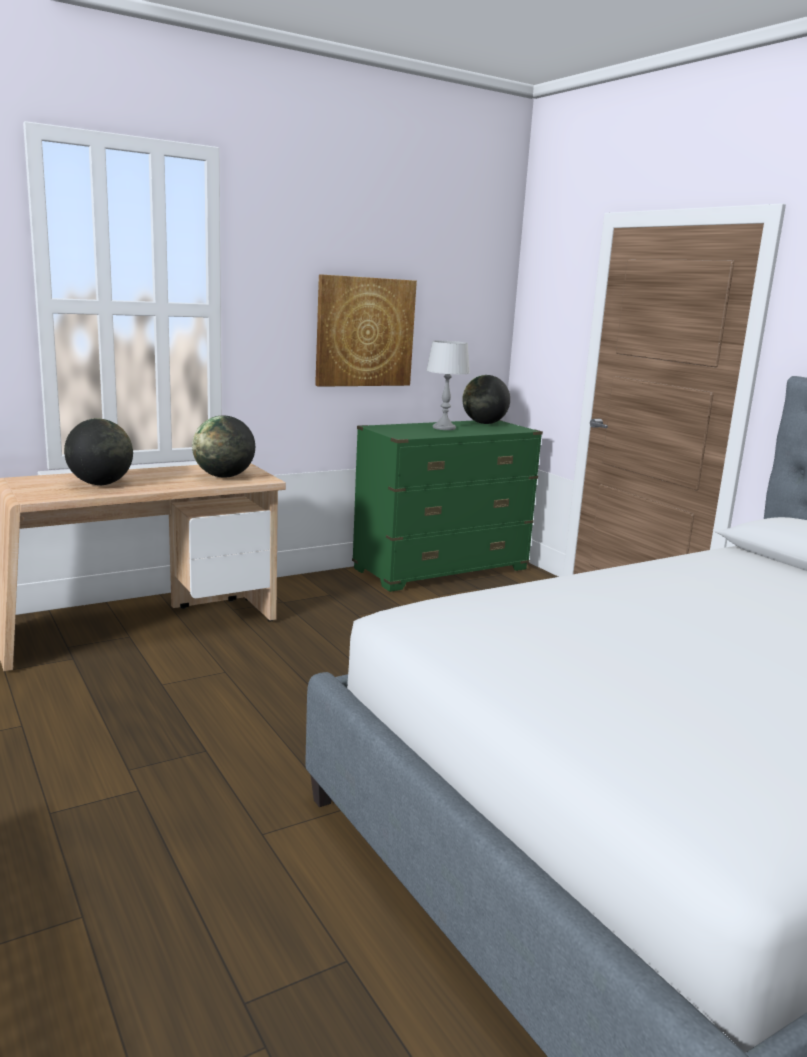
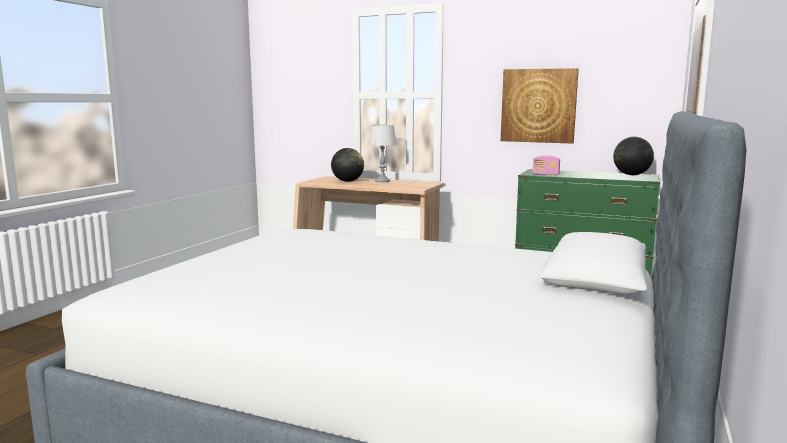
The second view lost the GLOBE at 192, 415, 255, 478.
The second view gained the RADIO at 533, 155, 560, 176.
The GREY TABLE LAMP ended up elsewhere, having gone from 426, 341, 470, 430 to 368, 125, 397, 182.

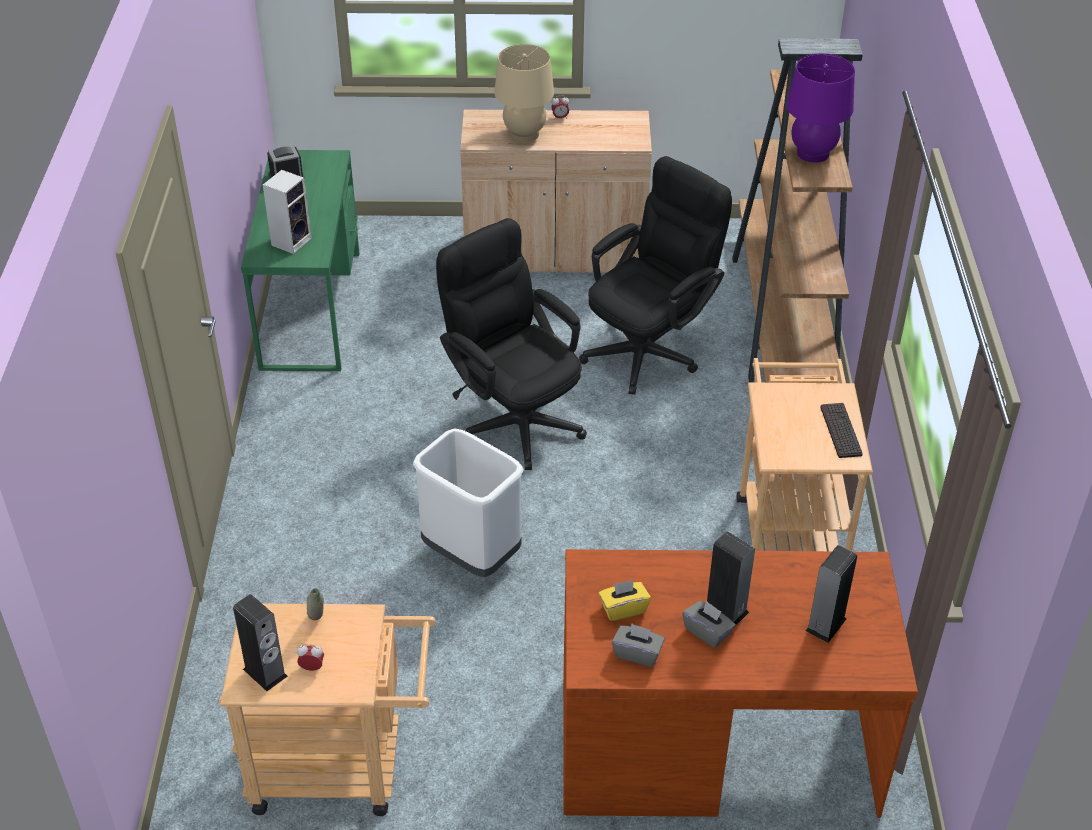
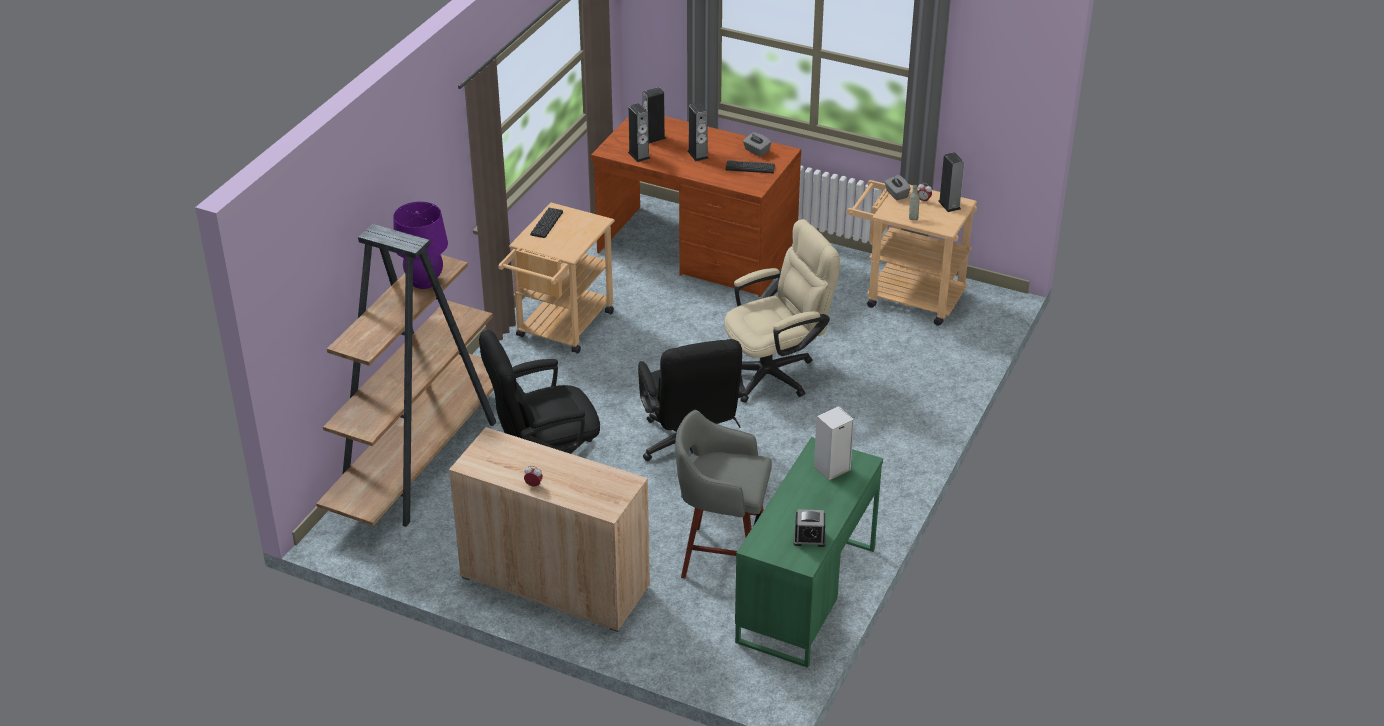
The second view lost the BEIGE TABLE LAMP at 494, 44, 554, 143.
The second view gained the SPEAKER at 628, 103, 650, 162.
The second view gained the GREY STOOL at 675, 410, 772, 578.
The GREY TISSUE BOX ended up elsewhere, having gone from 682, 601, 736, 648 to 884, 175, 911, 200.
Where the WHITE TRASH CAN stood at 413, 428, 524, 577, the BEIGE OFFICE CHAIR came to stand at 725, 219, 840, 403.
Where the YELLOW TISSUE BOX stood at 599, 580, 651, 621, the KEYBOARD came to stand at 726, 160, 775, 173.

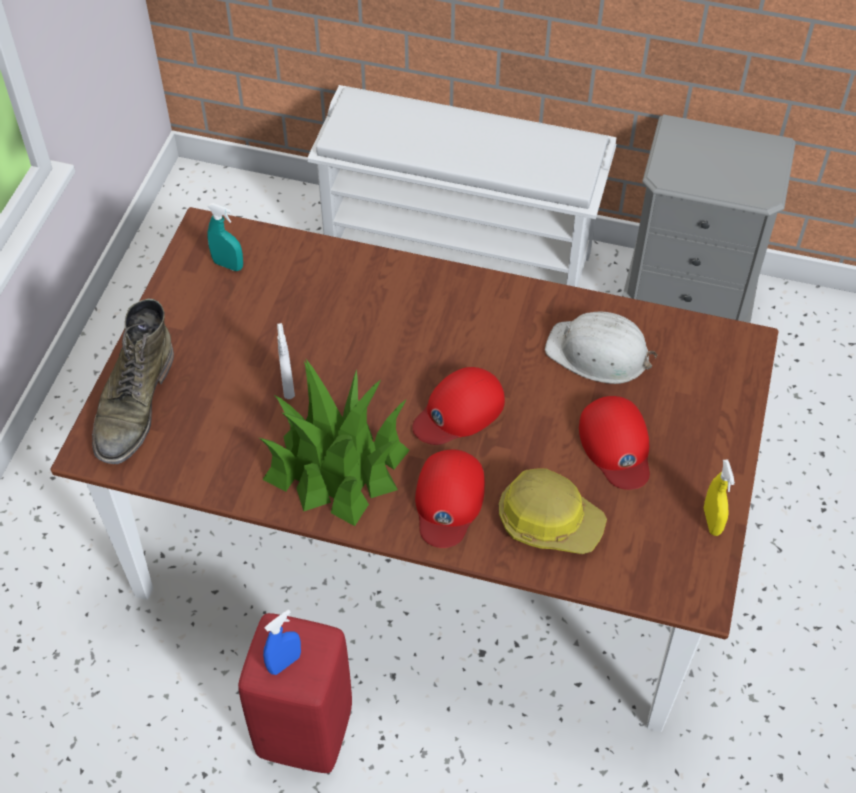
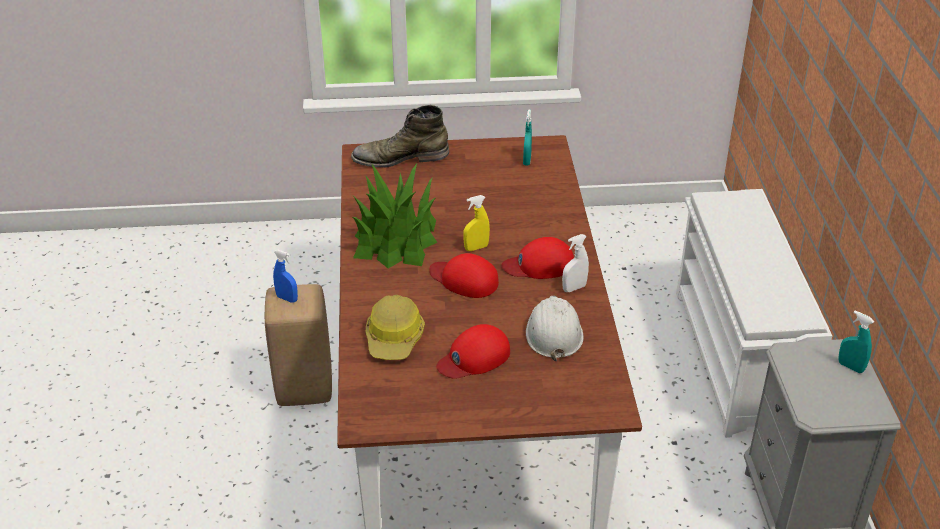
The second view gained the TURQUOISE SPRAY BOTTLE at 838, 311, 874, 373.
The WHITE SPRAY BOTTLE ended up elsewhere, having gone from 277, 323, 295, 399 to 562, 234, 589, 292.
The RED CAP ended up elsewhere, having gone from 415, 449, 485, 548 to 502, 237, 574, 279.
The YELLOW SPRAY BOTTLE ended up elsewhere, having gone from 704, 459, 735, 536 to 463, 195, 490, 251.
What was the RED STOOL at 238, 613, 352, 773 turned into the BEIGE STOOL at 265, 284, 332, 406.

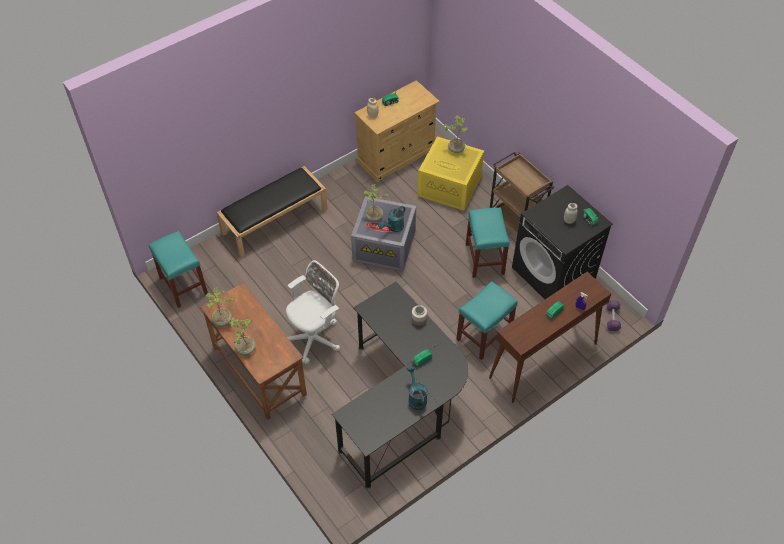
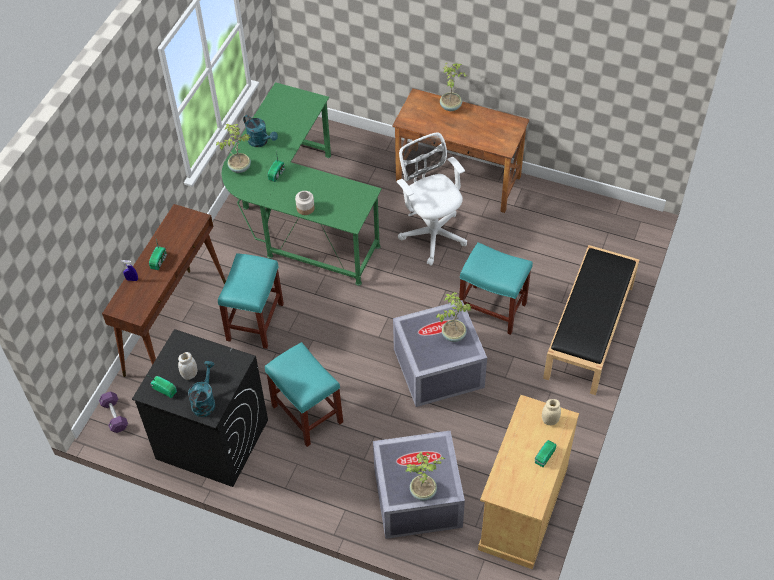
The second view lost the BROWN CART at 490, 152, 554, 237.
The TURQUOISE STOOL ended up elsewhere, having gone from 149, 231, 208, 308 to 459, 242, 533, 335.
The POTTED PLANT ended up elsewhere, having gone from 205, 287, 234, 327 to 216, 124, 251, 173.
The TURQUOISE WATERING CAN ended up elsewhere, having gone from 378, 206, 405, 232 to 188, 361, 215, 417.
What was the BLACK DESK at 332, 282, 468, 488 turned into the GREEN DESK at 222, 82, 382, 286.
What was the YELLOW STORAGE BOX at 418, 136, 484, 211 turned into the GREY STORAGE BOX at 373, 431, 465, 539.
The WHITE OFFICE CHAIR at 286, 260, 340, 364 ended up facing another way, 135 degrees clockwise from before.

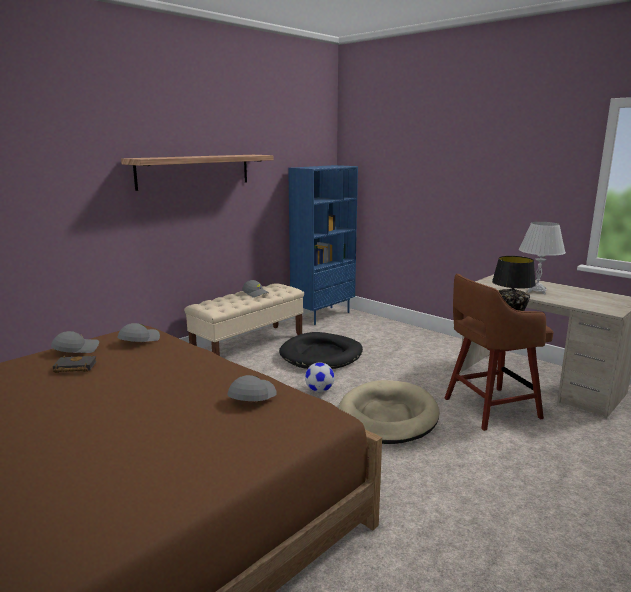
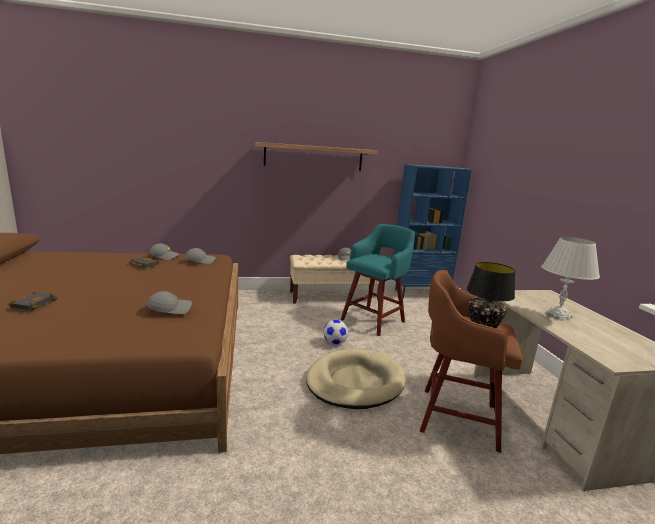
The second view gained the BLACK BOOK at 8, 292, 57, 311.
Where the BLACK DOG BED stood at 279, 332, 363, 369, the TURQUOISE STOOL came to stand at 341, 224, 415, 336.

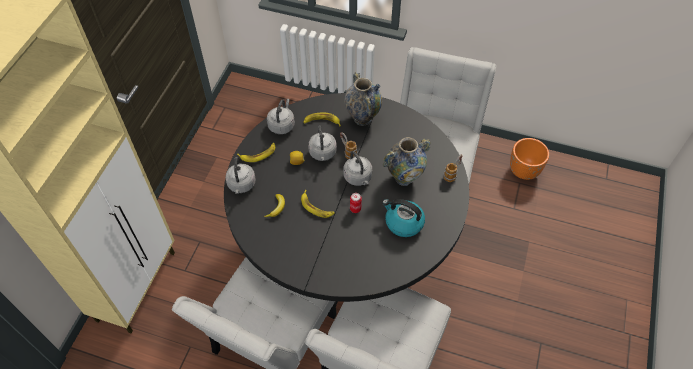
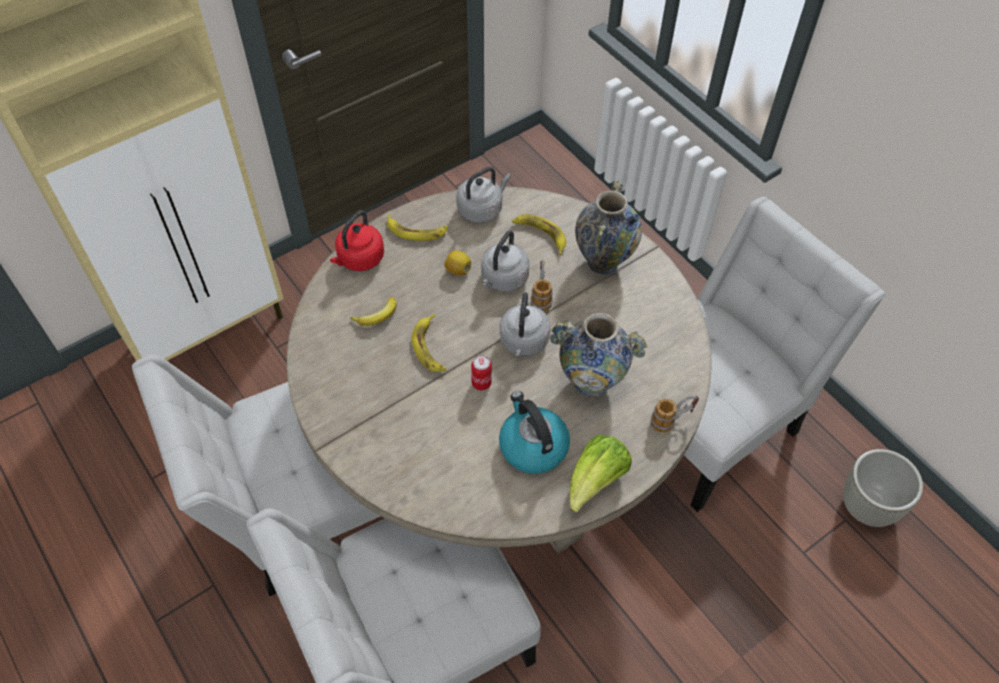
The second view gained the LETTUCE at 569, 435, 632, 512.
What was the BLACK DINING TABLE at 224, 93, 469, 316 turned into the BEIGE DINING TABLE at 287, 186, 712, 554.
What was the GREY KETTLE at 225, 157, 256, 194 turned into the RED KETTLE at 330, 210, 384, 271.
What was the ORANGE PLANTER at 510, 138, 549, 180 turned into the GREY PLANTER at 843, 449, 923, 527.

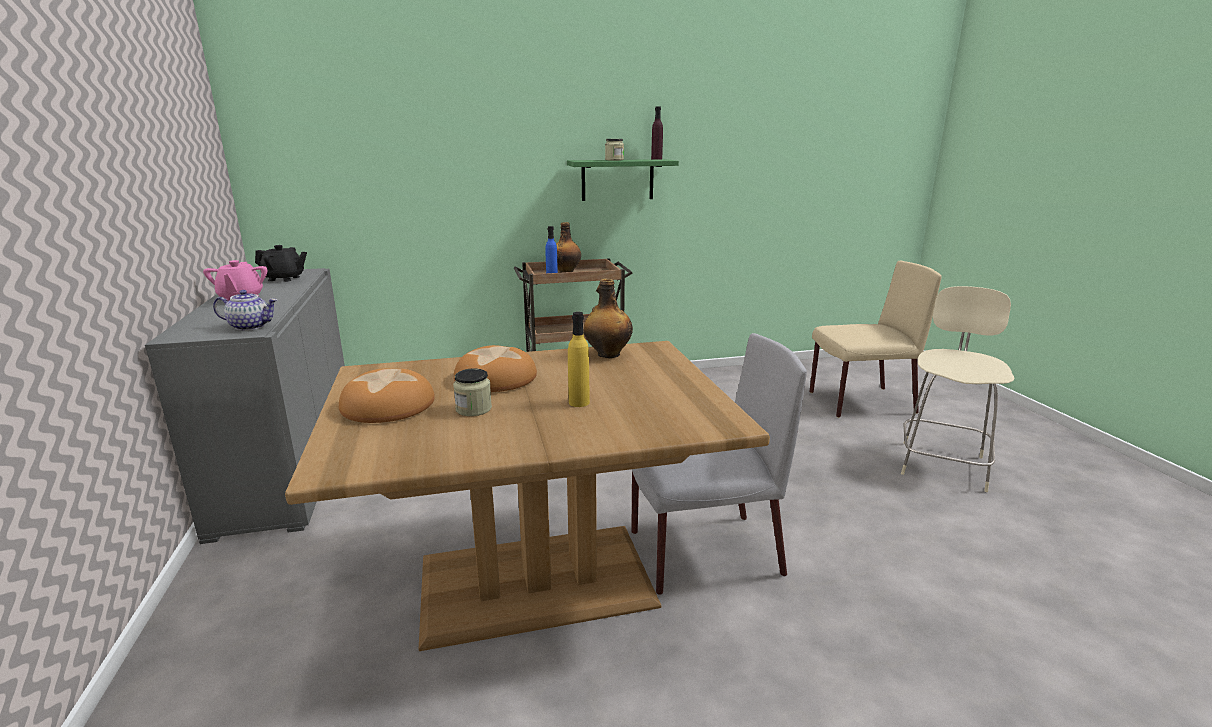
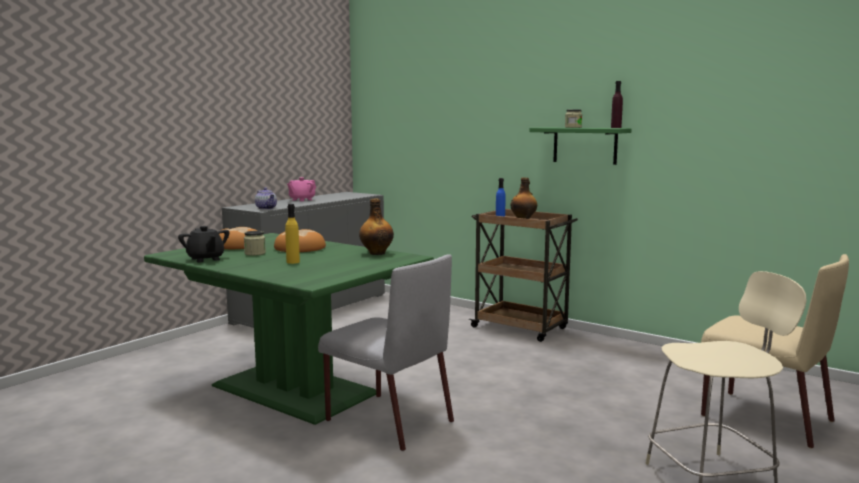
The BLACK TEAPOT ended up elsewhere, having gone from 255, 245, 307, 282 to 178, 226, 230, 262.
What was the BROWN DINING TABLE at 285, 341, 770, 651 turned into the GREEN DINING TABLE at 144, 233, 434, 425.

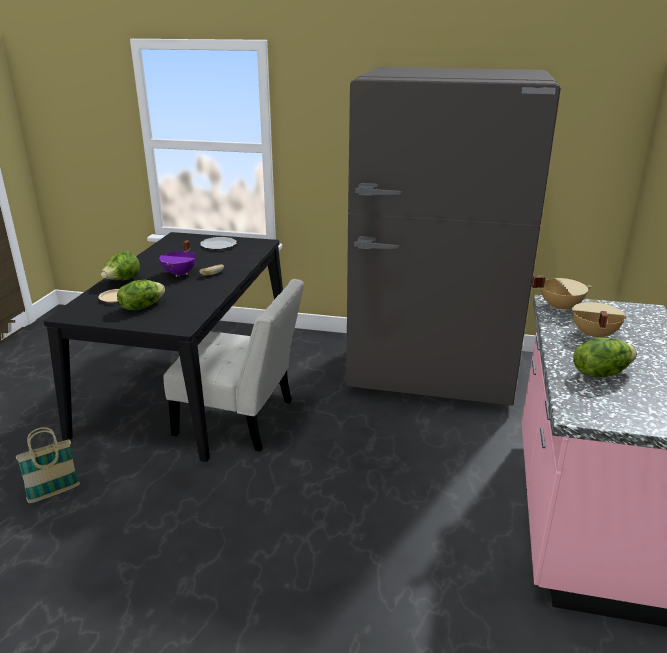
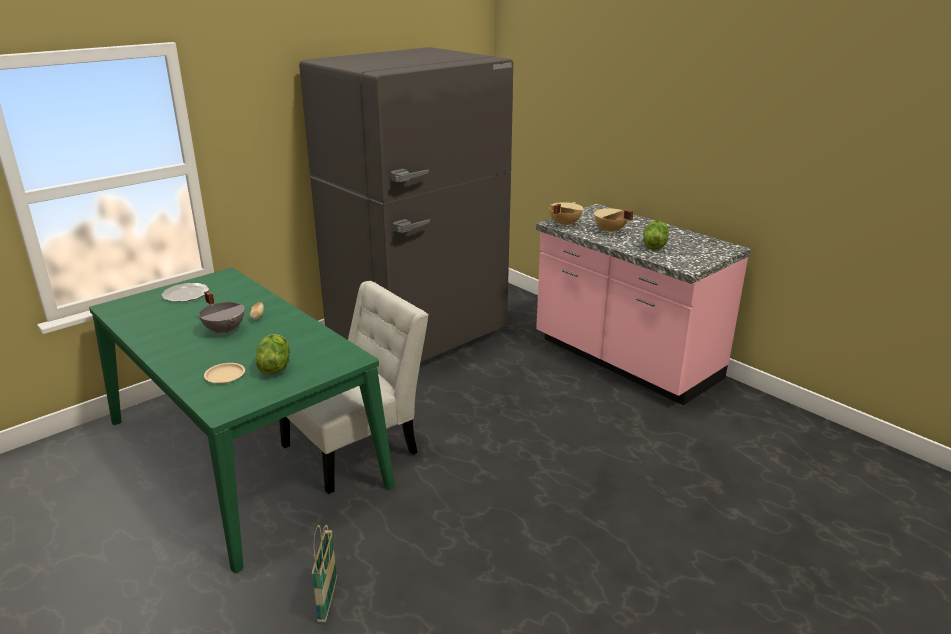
The second view lost the LETTUCE at 101, 251, 140, 281.
What was the BLACK DINING TABLE at 43, 232, 283, 462 turned into the GREEN DINING TABLE at 89, 268, 395, 573.
What was the PURPLE COOKING POT at 159, 240, 196, 277 turned into the GREY COOKING POT at 199, 291, 244, 334.

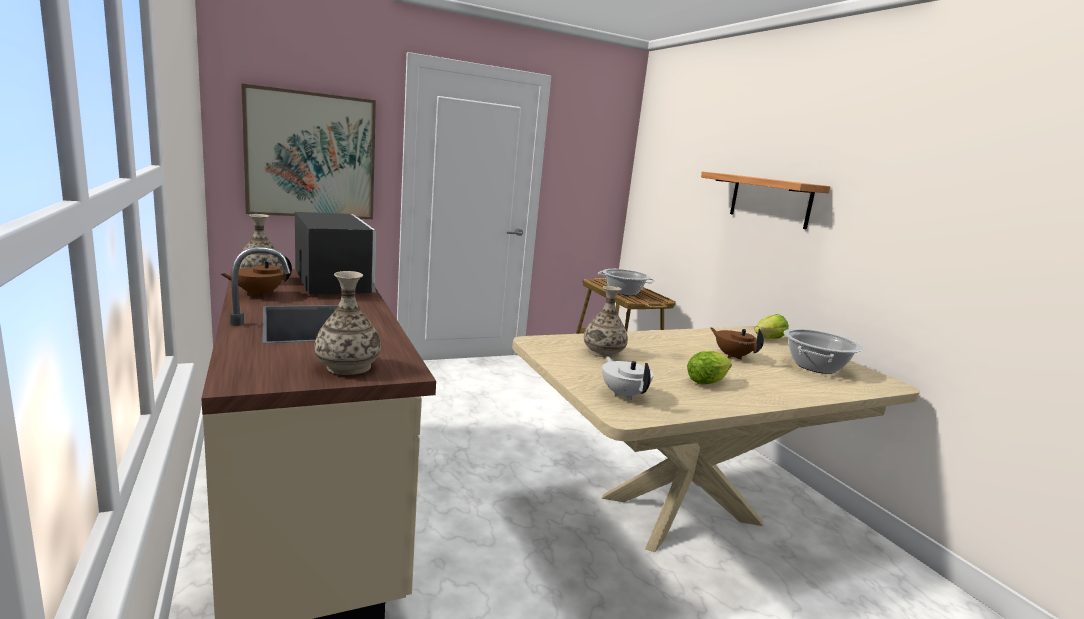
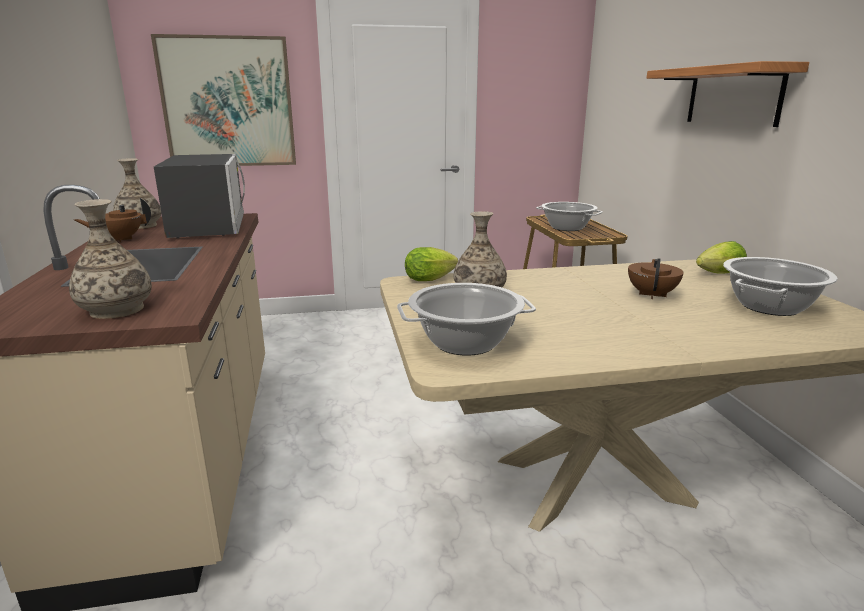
The LETTUCE ended up elsewhere, having gone from 687, 351, 732, 385 to 405, 247, 458, 281.
Where the WHITE TEAPOT stood at 602, 356, 654, 400, the COOKING POT came to stand at 397, 283, 536, 356.
The BROWN TEAPOT at 710, 327, 764, 360 ended up facing another way, 45 degrees clockwise from before.

